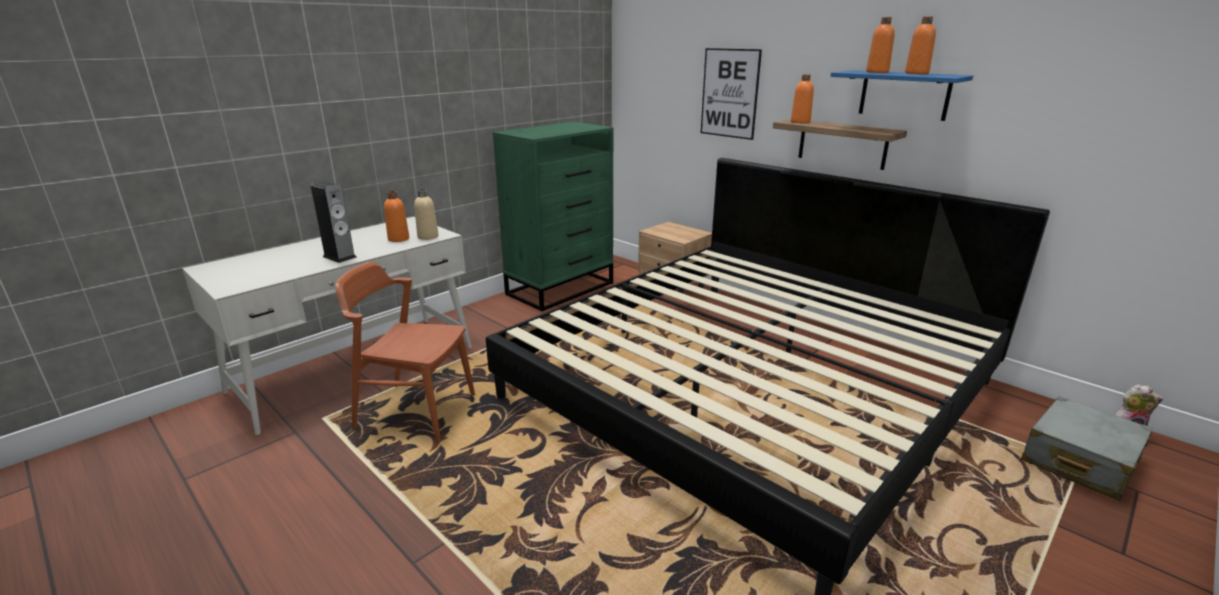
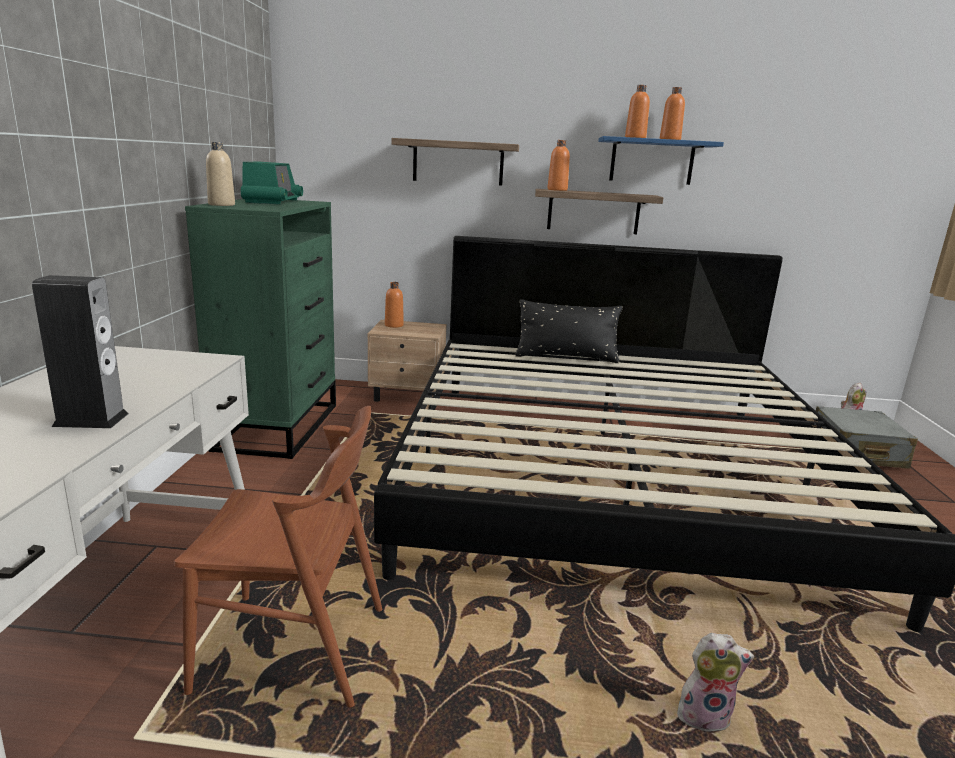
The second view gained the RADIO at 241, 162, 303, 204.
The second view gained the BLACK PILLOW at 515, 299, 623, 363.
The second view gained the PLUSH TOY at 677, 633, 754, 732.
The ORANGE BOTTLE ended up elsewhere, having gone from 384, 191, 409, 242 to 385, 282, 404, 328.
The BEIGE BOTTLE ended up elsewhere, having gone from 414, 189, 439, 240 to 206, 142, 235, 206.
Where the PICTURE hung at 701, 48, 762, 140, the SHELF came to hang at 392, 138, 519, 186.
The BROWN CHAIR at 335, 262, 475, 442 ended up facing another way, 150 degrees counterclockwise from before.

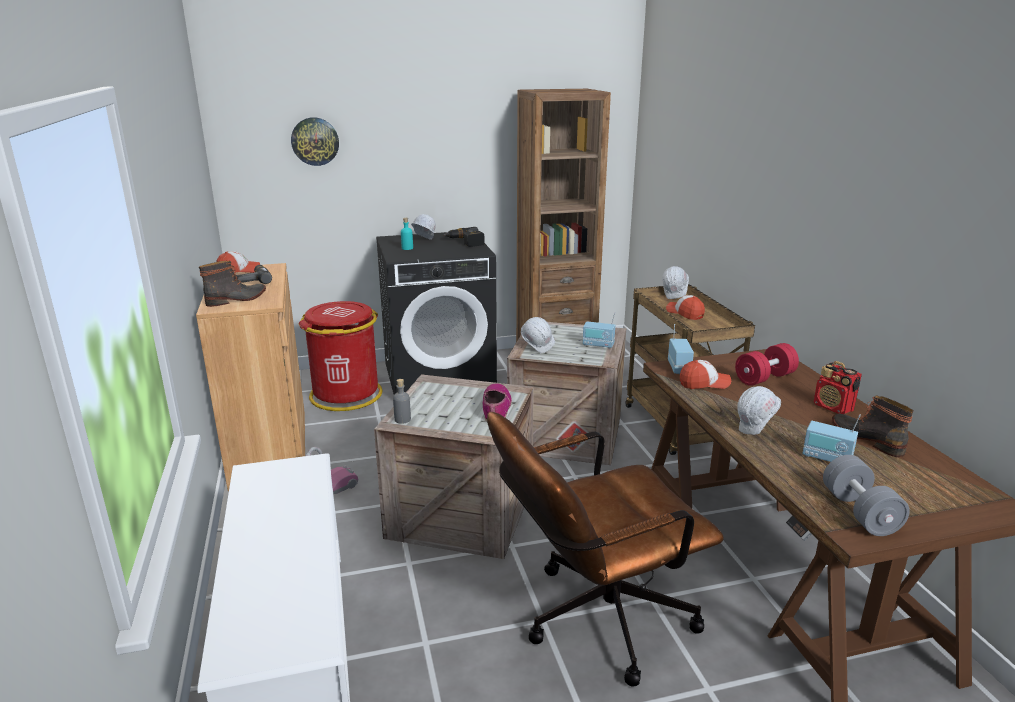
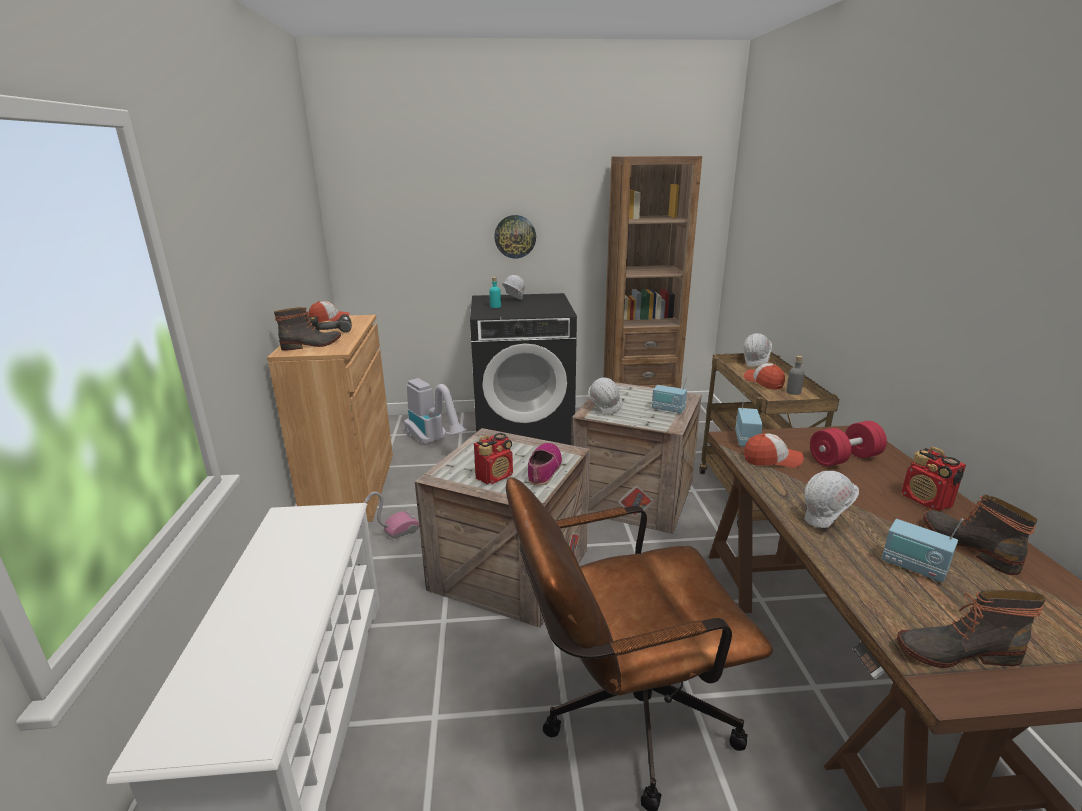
The second view lost the POWER DRILL at 444, 227, 484, 247.
The second view gained the RADIO at 474, 433, 513, 484.
The WALL CLOCK ended up elsewhere, having gone from 291, 117, 339, 166 to 494, 215, 536, 258.
The GREY BOTTLE ended up elsewhere, having gone from 393, 379, 411, 424 to 786, 356, 805, 395.
Where the RED TRASH CAN stood at 299, 301, 382, 411, the VACUUM CLEANER came to stand at 404, 378, 467, 445.
Where the GREY DUMBBELL stood at 823, 455, 910, 536, the BOOT came to stand at 897, 590, 1047, 668.

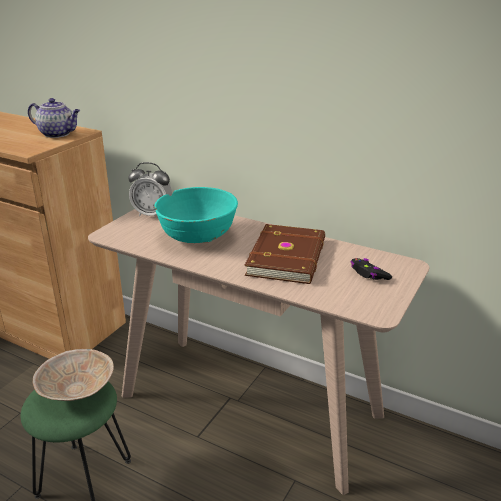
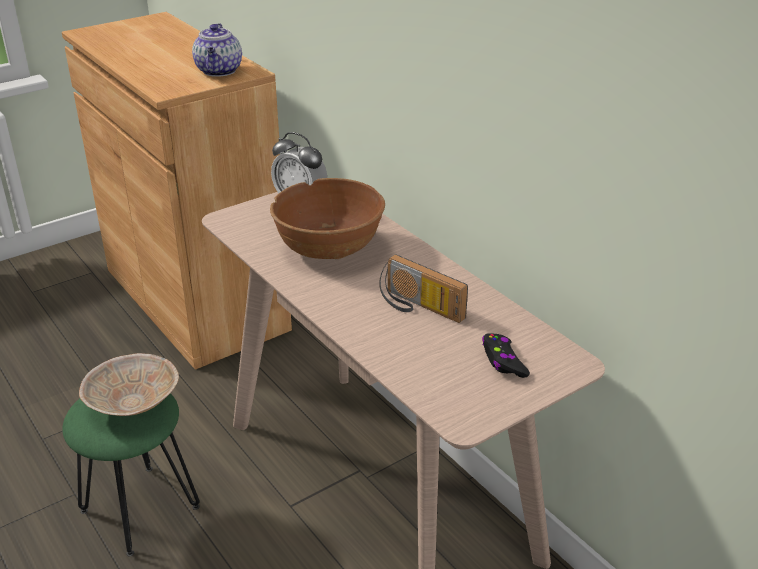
Where the BROWN BOOK stood at 245, 224, 325, 284, the RADIO came to stand at 379, 254, 468, 323.
What was the TURQUOISE BOWL at 154, 187, 238, 243 turned into the BROWN BOWL at 270, 178, 385, 259.
The TEAPOT at 28, 98, 80, 138 ended up facing another way, 45 degrees clockwise from before.

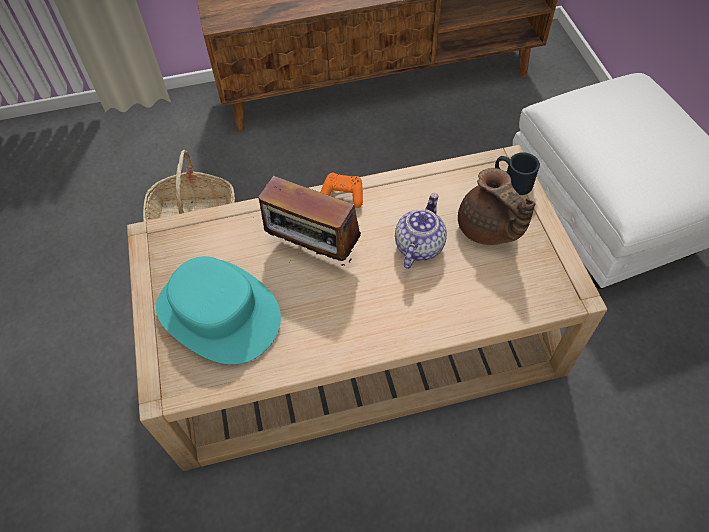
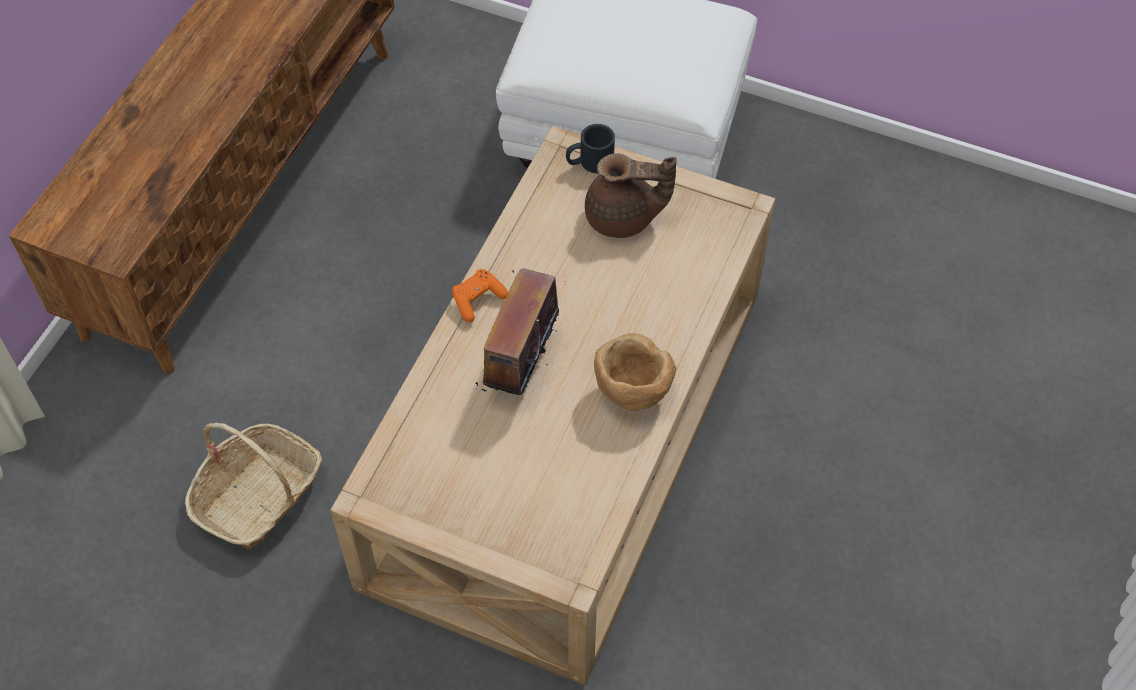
The second view lost the TURQUOISE HAT at 156, 256, 281, 365.
The second view lost the TEAPOT at 395, 193, 447, 269.
The second view gained the BROWN BOWL at 594, 333, 676, 411.
The RADIO at 258, 172, 361, 266 ended up facing another way, 135 degrees clockwise from before.

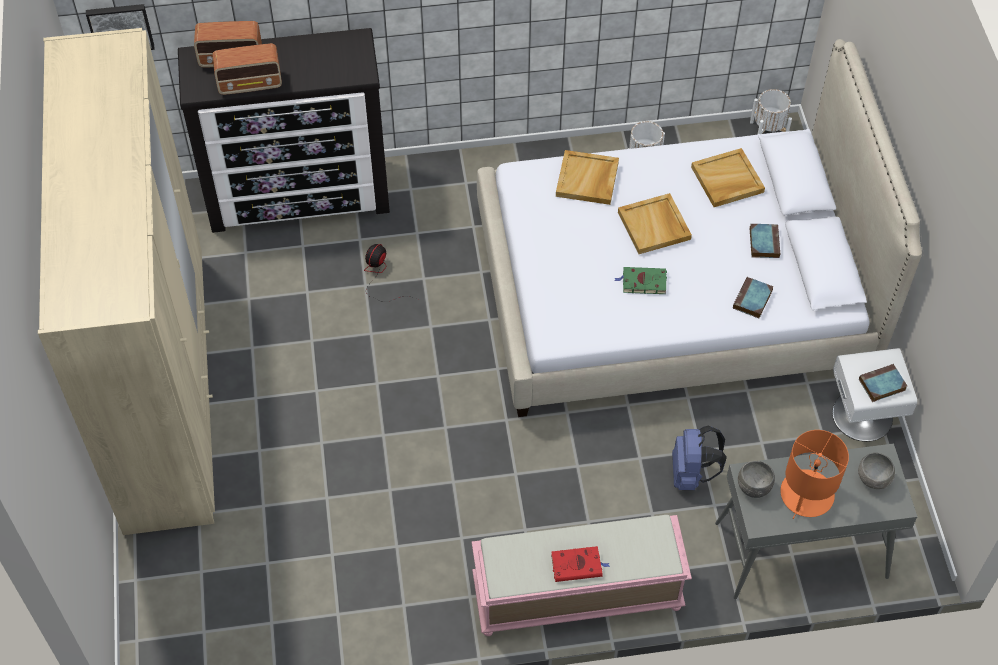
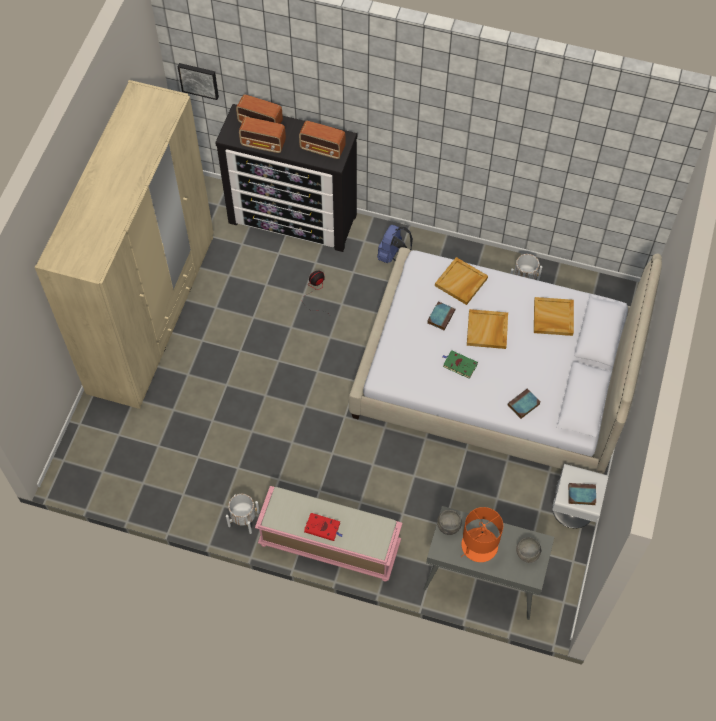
The second view gained the RADIO at 299, 121, 346, 159.
The BLUE BACKPACK ended up elsewhere, having gone from 672, 425, 727, 490 to 377, 225, 413, 263.
The WHITE PLANTER ended up elsewhere, having gone from 750, 89, 792, 135 to 226, 494, 260, 534.
The BOOK ended up elsewhere, having gone from 750, 224, 780, 258 to 427, 301, 455, 330.

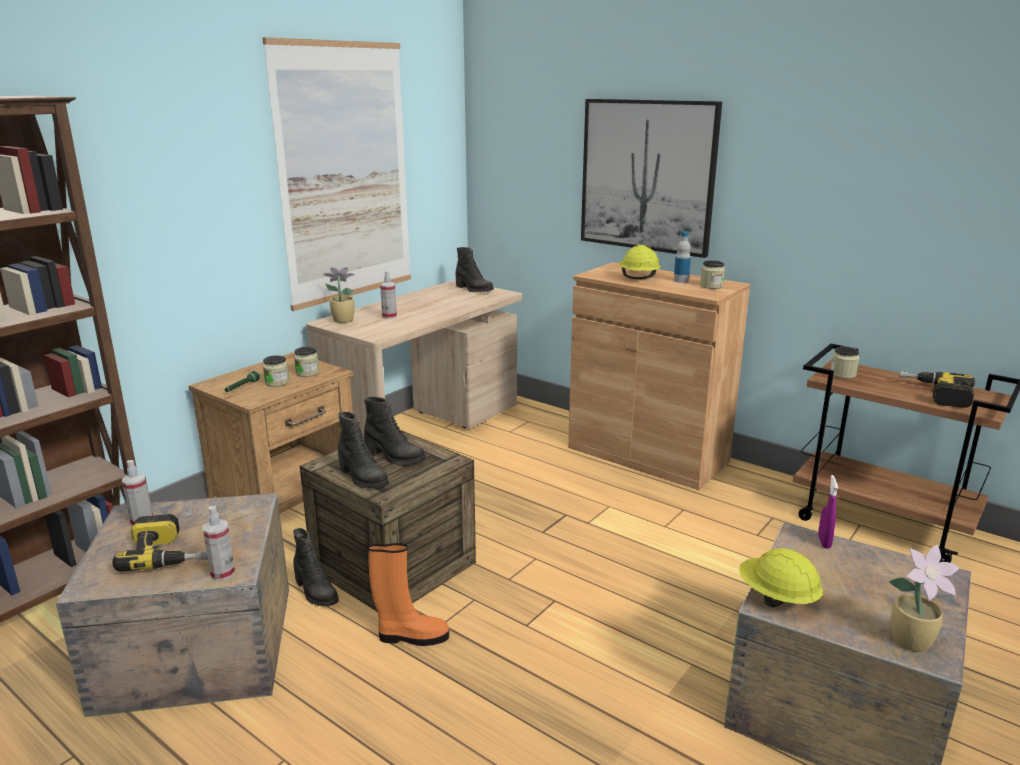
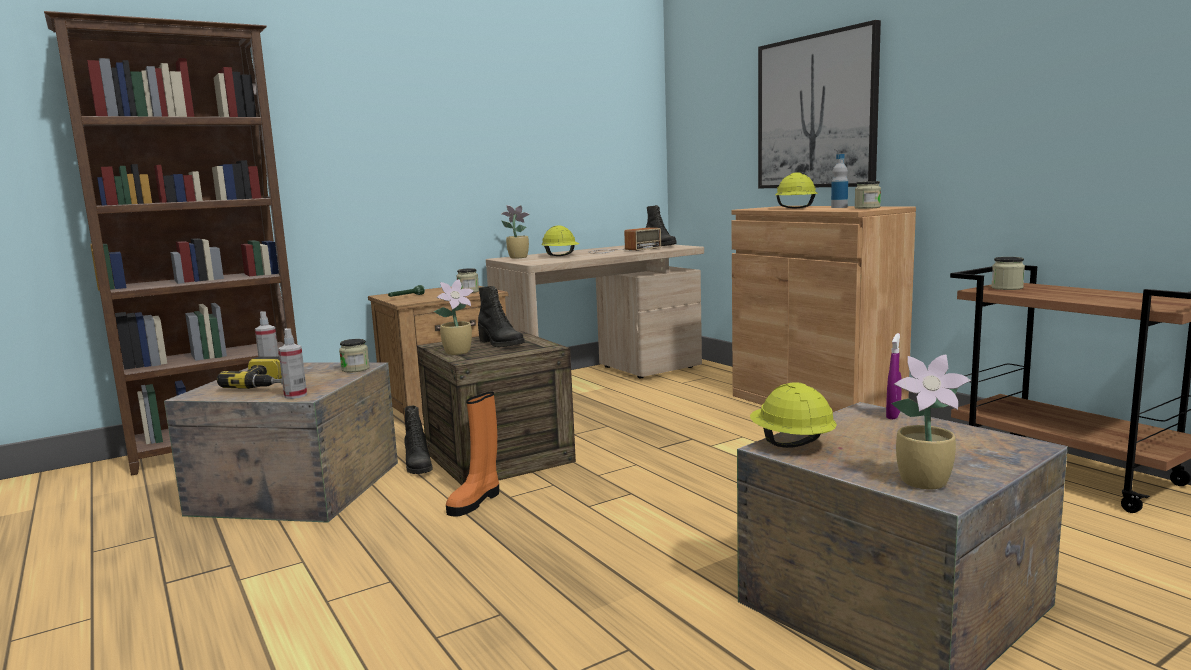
The second view lost the PICTURE at 262, 37, 411, 311.
The second view lost the POWER DRILL at 899, 371, 975, 408.
The second view gained the RADIO at 588, 228, 661, 254.
The JAR ended up elsewhere, having gone from 263, 355, 289, 387 to 339, 339, 370, 372.
Where the BLACK BOOT stood at 338, 412, 389, 488, the POTTED PLANT came to stand at 434, 279, 474, 355.
Where the SPRAY BOTTLE stood at 380, 271, 397, 319, the YELLOW HARD HAT came to stand at 541, 225, 580, 256.
The ORANGE BOOT at 368, 543, 449, 646 ended up facing another way, 105 degrees clockwise from before.

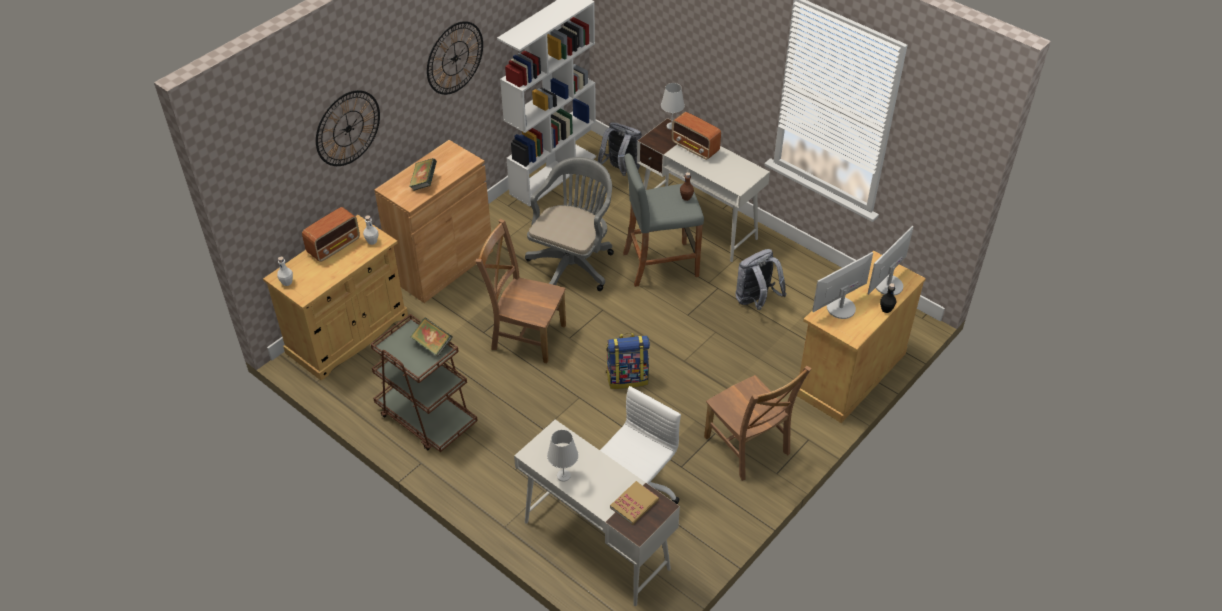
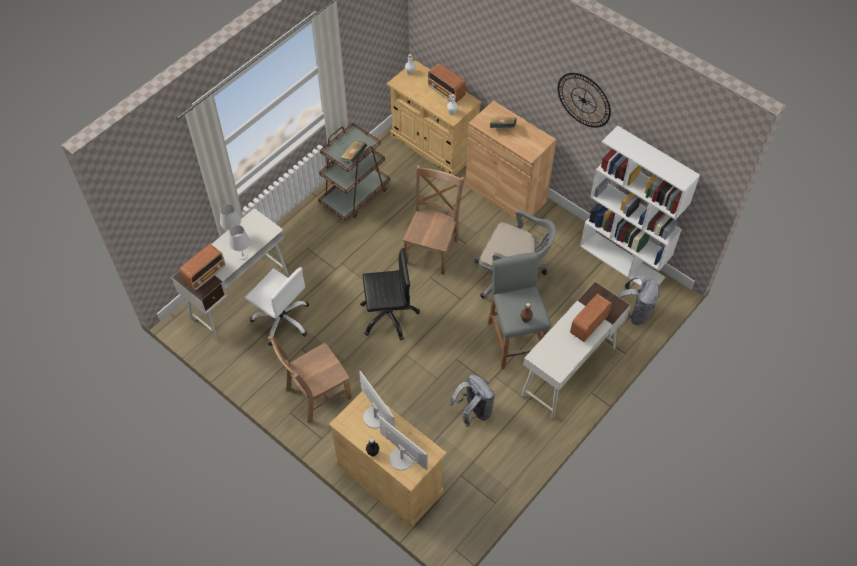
The second view lost the WALL CLOCK at 316, 90, 380, 166.
The WHITE TABLE LAMP ended up elsewhere, having gone from 661, 83, 685, 130 to 229, 225, 251, 260.
Where the BACKPACK stood at 606, 333, 650, 389, the BLACK OFFICE CHAIR came to stand at 360, 248, 420, 341.
Where the BOOK stood at 610, 481, 659, 525, the RADIO came to stand at 179, 244, 225, 291.

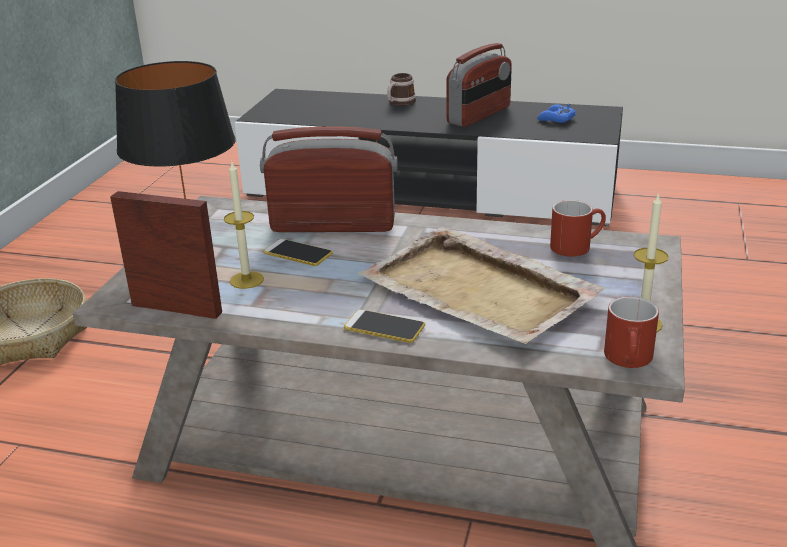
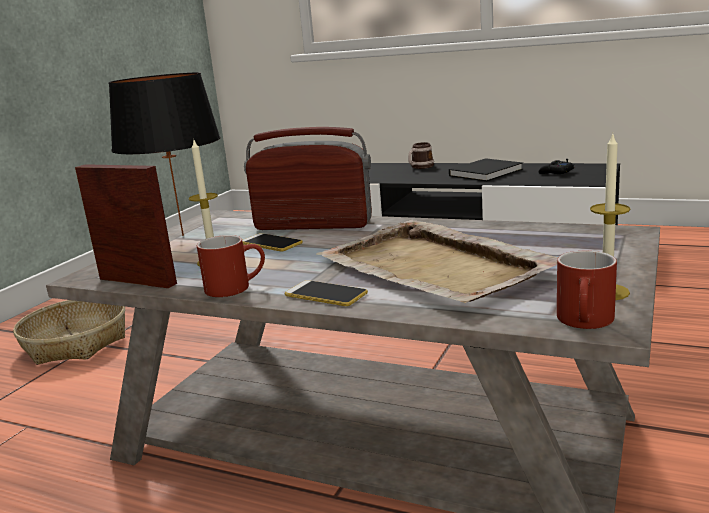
The RED MUG ended up elsewhere, having gone from 550, 200, 606, 257 to 197, 235, 265, 297.
Where the RADIO stood at 446, 43, 512, 127, the BLACK BOOK came to stand at 449, 158, 523, 181.
What was the BLUE GAME CONTROLLER at 537, 104, 576, 123 turned into the BLACK GAME CONTROLLER at 539, 159, 574, 174.

